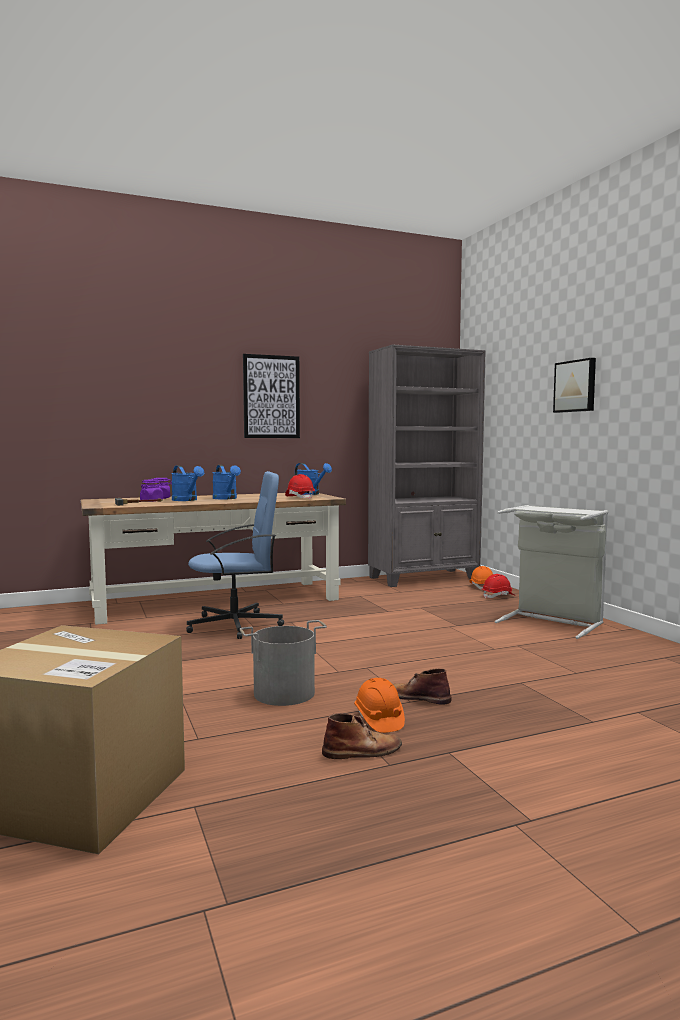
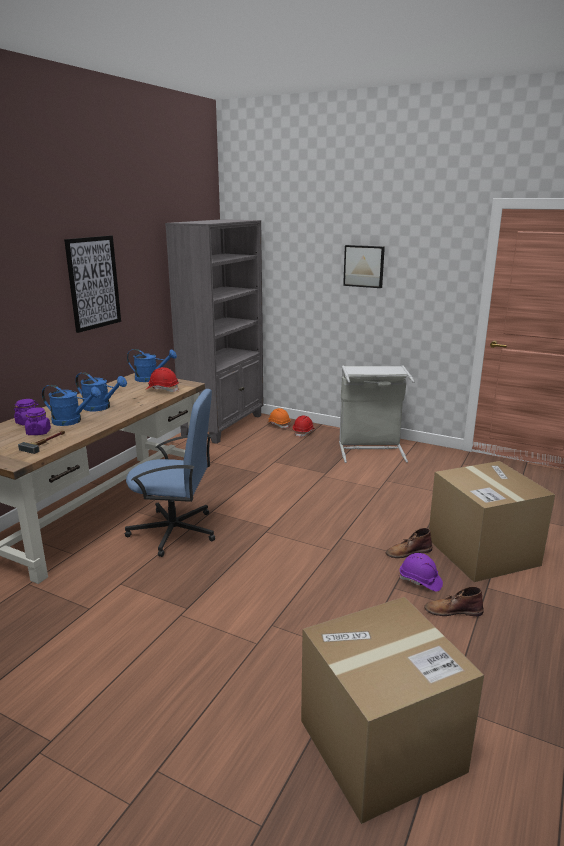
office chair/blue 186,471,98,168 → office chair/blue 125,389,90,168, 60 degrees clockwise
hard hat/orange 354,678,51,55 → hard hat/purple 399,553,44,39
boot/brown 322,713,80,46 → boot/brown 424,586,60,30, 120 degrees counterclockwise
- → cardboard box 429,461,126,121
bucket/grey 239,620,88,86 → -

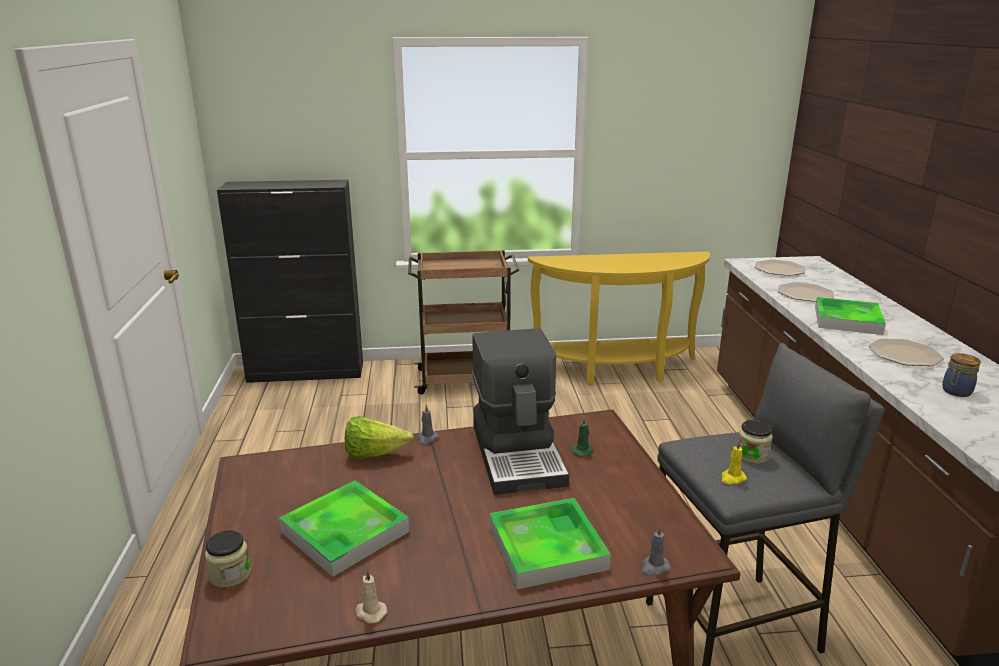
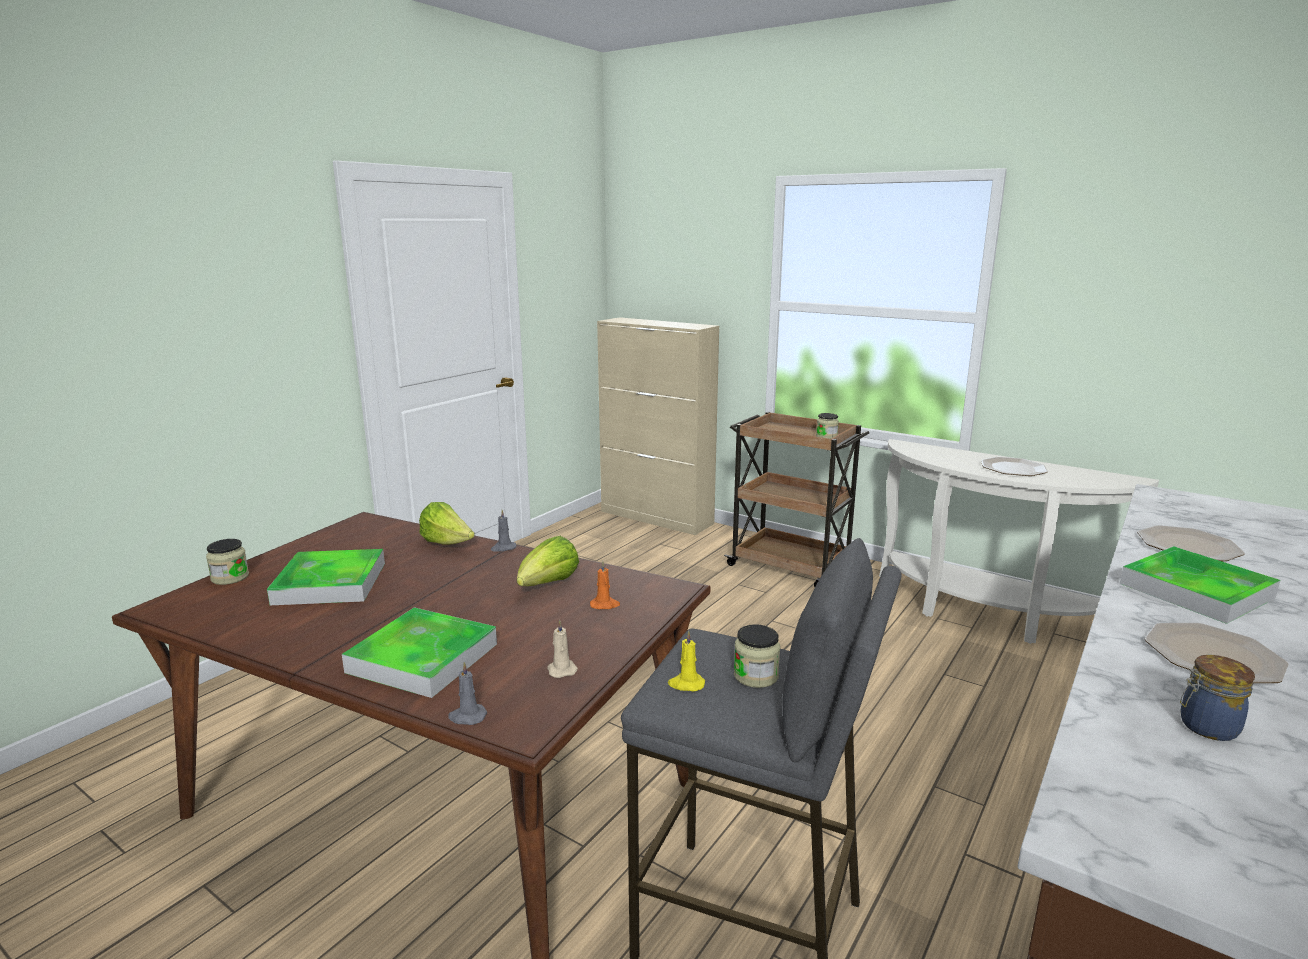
coffee machine 472,328,97,167 → lettuce 517,536,62,50
candle/beige 355,569,32,54 → candle/beige 547,620,31,58, relocated
candle/green 571,416,23,41 → candle/orange 590,561,30,48
cabinet/black 217,180,146,203 → cabinet/beige 597,317,122,218
- → jar 816,413,23,26
console table/yellow 528,251,182,134 → console table/white 879,439,280,205
plate 755,259,51,17 → plate 981,457,67,19, relocated

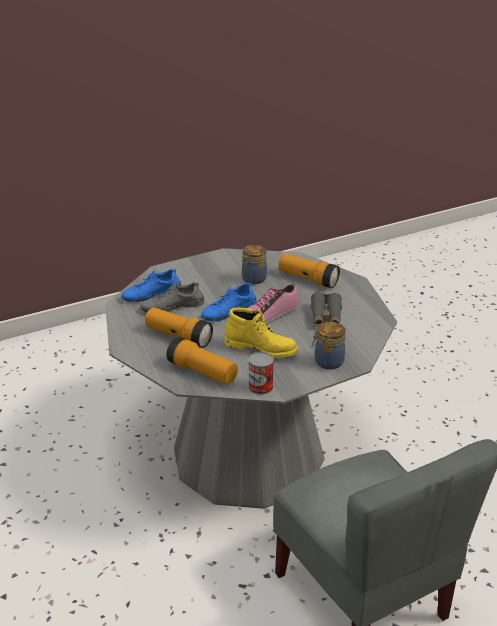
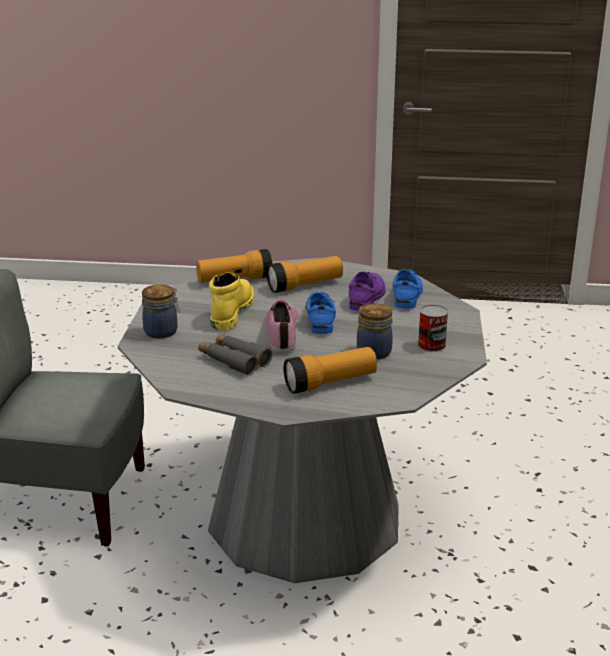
boot/yellow 224,308,74,50 → boot/yellow 209,272,45,58, 135 degrees clockwise
shoe/grey 140,282,64,31 → shoe/purple 349,271,36,40
can 248,352,26,43 → can 418,304,30,48, relocated

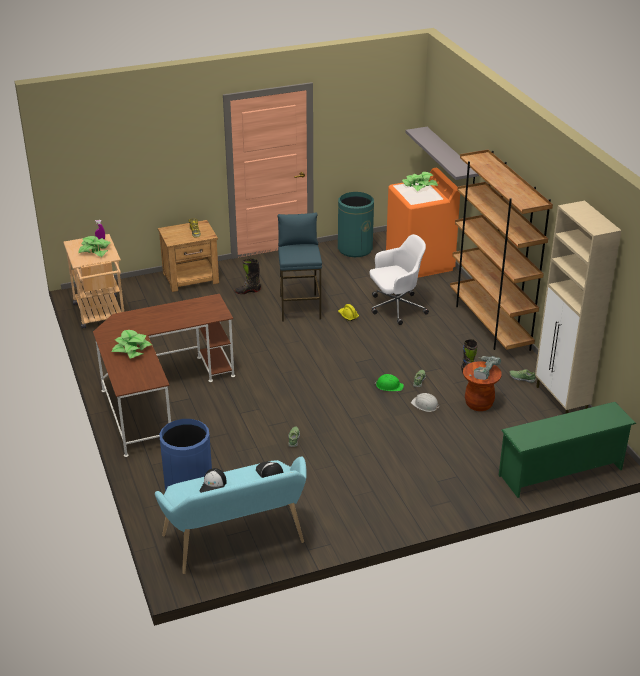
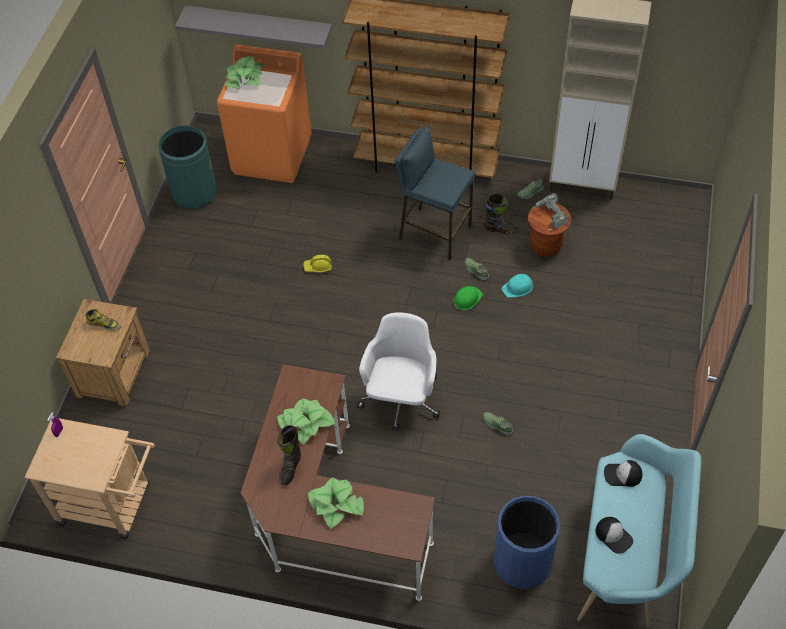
potted plant 78,236,33,21 → potted plant 277,399,58,46, relocated
boot/black 235,258,26,36 → boot/black 277,425,24,60, relocated
office chair/white 369,234,60,91 → office chair/white 358,312,82,118, relocated
stool/blue 277,212,45,109 → stool/blue 395,126,80,134, relocated
hard hat/white 411,393,29,19 → hard hat/turquoise 502,274,31,24
shoe rack/green 498,402,138,96 → -

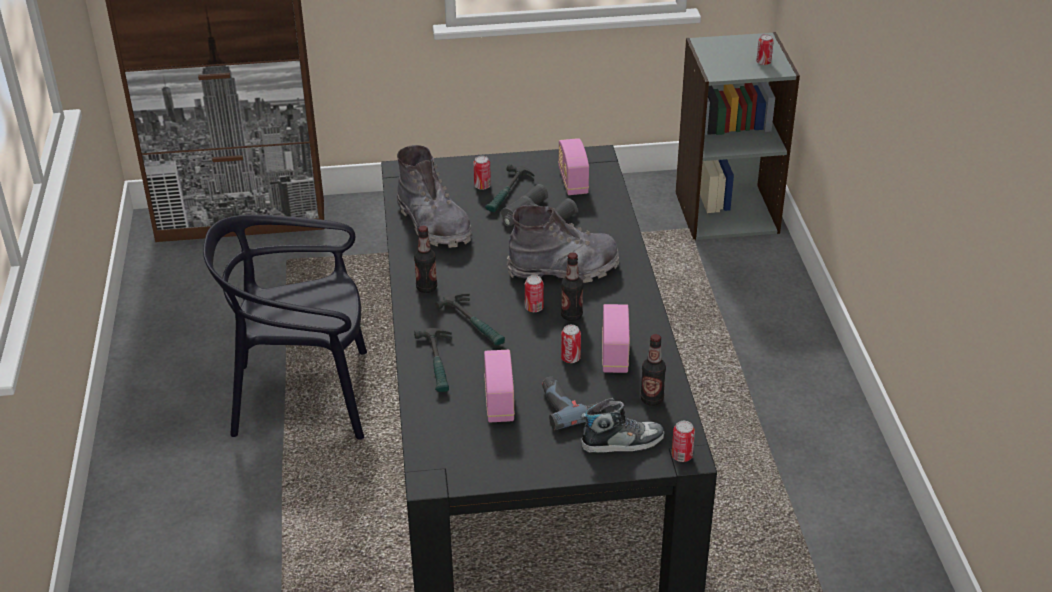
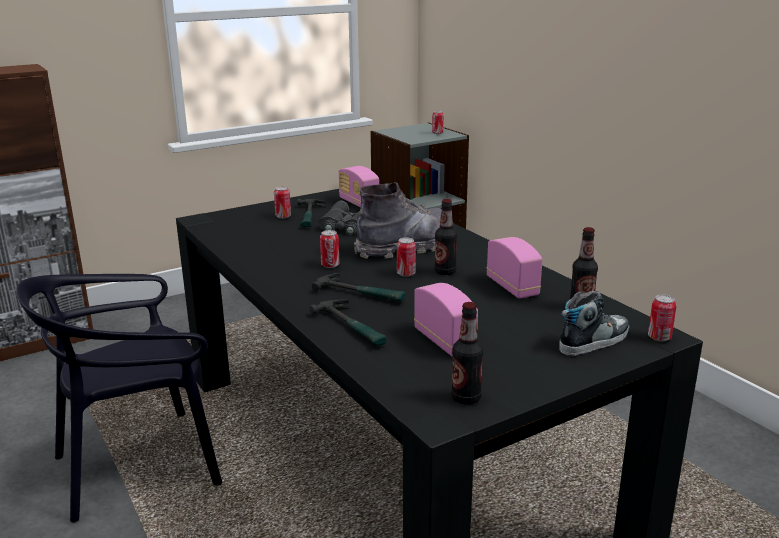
can 561,325,20,38 → can 320,230,19,38, relocated
bottle 414,226,23,67 → bottle 451,302,32,103, relocated
boot/grey 397,145,74,103 → -
power drill 542,376,58,54 → -

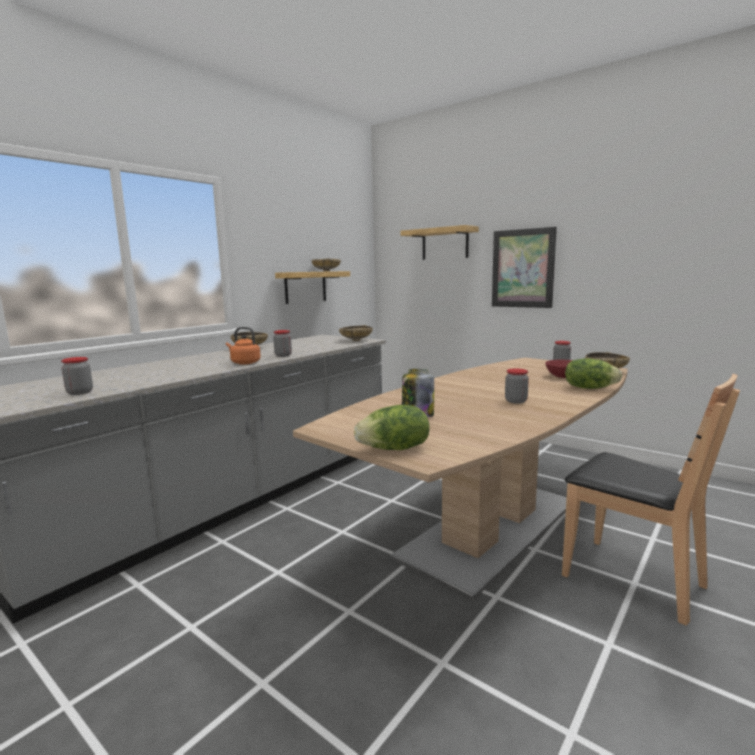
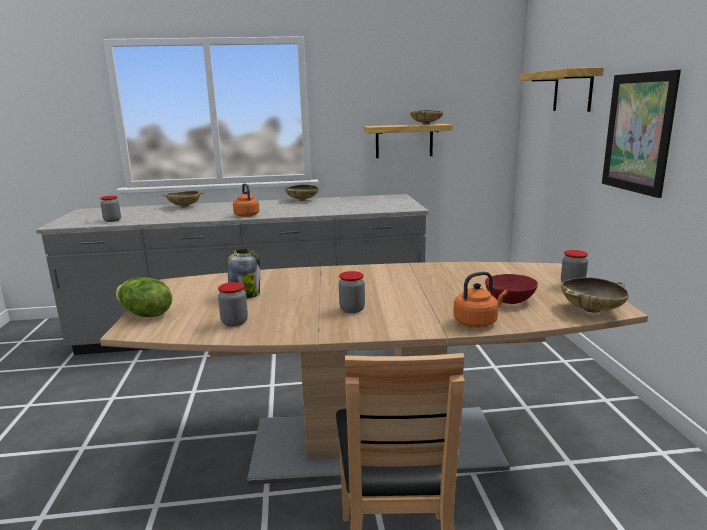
bowl/beige 339,325,34,16 → bowl/beige 162,191,42,17, relocated
jar 273,330,19,27 → jar 218,282,30,45, relocated
lettuce 565,358,57,31 → kettle/orange 453,272,54,55

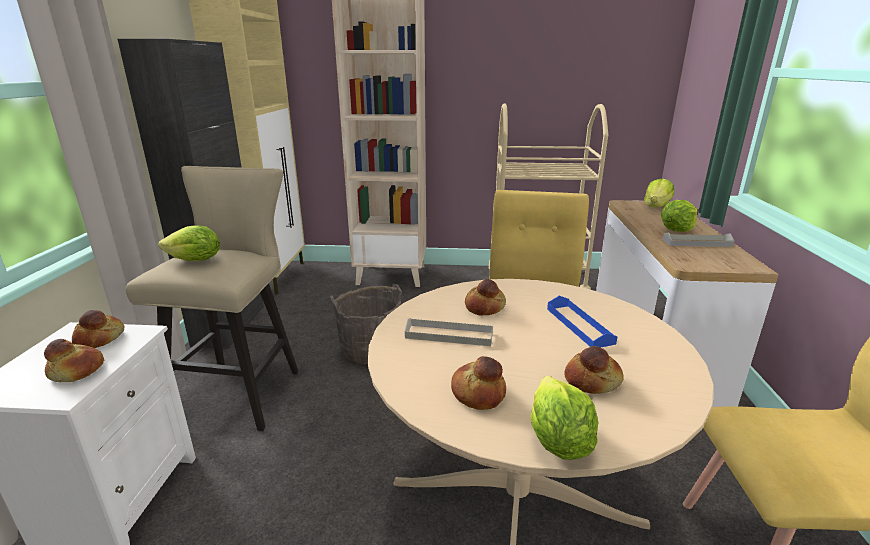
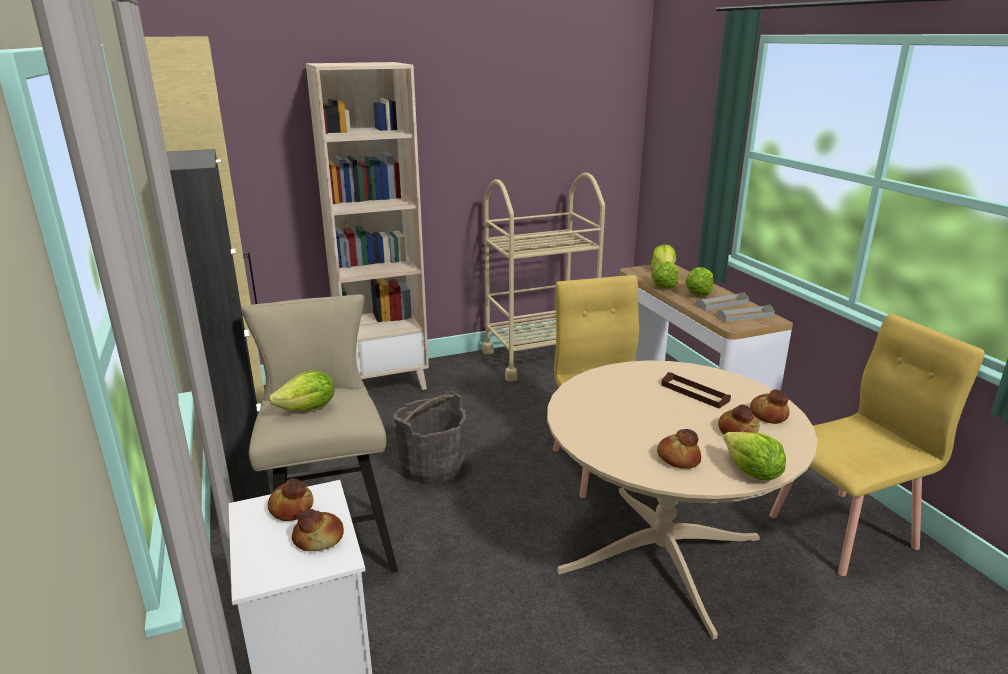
- → lettuce 651,261,28,27
tray/blue 547,296,70,52 → tray/brown 661,372,70,37
tray/grey 405,318,88,28 → tray/grey 717,305,58,17, relocated
bread 465,279,41,37 → bread 750,389,40,35, relocated

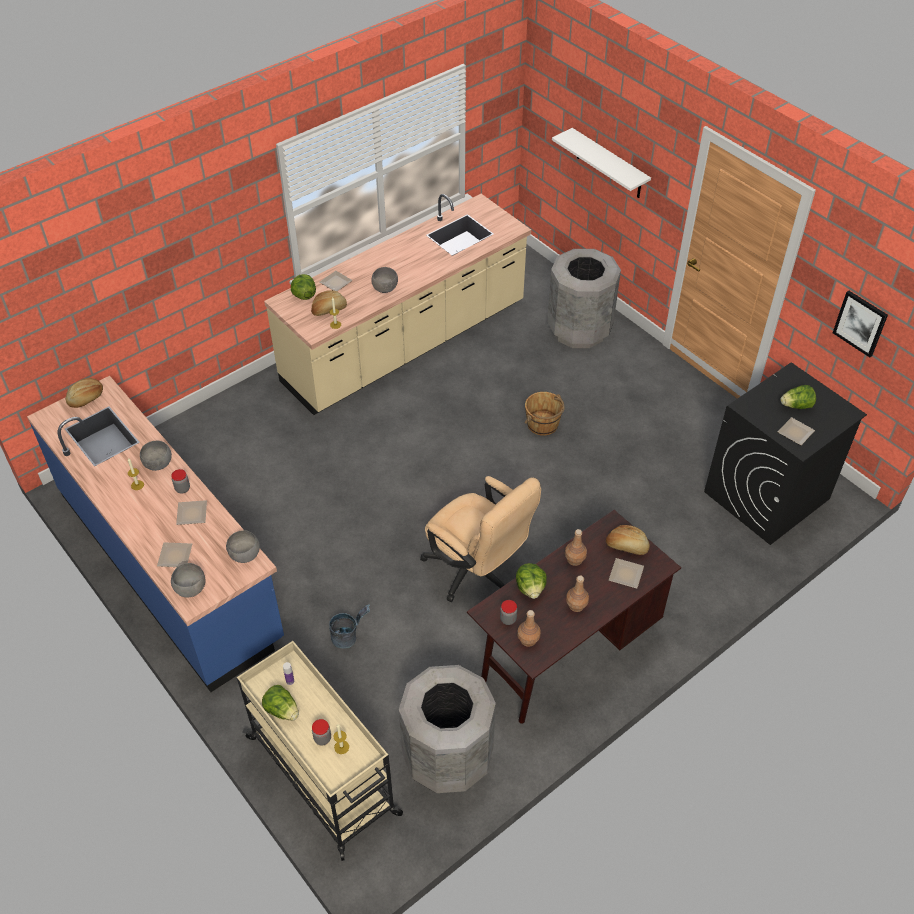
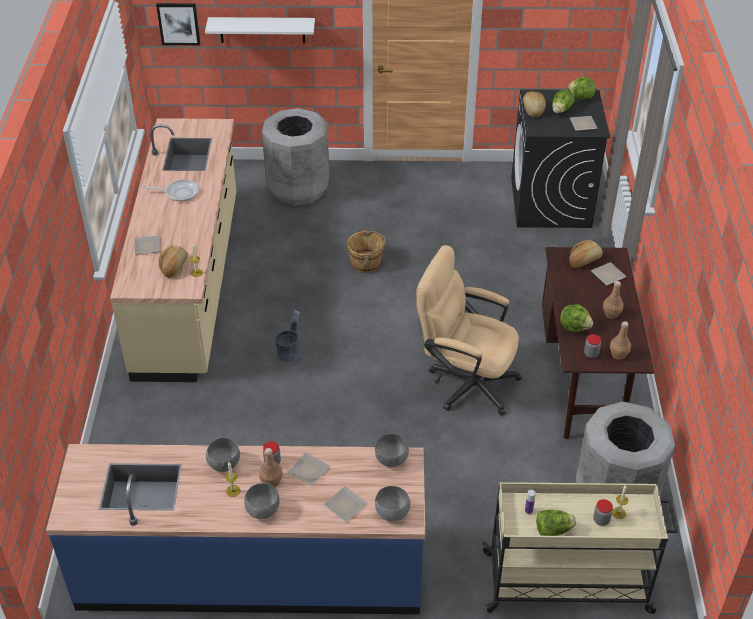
- → frying pan 142,180,57,22
picture 833,291,55,66 → picture 156,3,44,42, relocated
bowl/grey 372,267,26,26 → bowl/grey 244,483,36,36, relocated
bottle/brown 565,529,22,37 → bottle/brown 259,448,24,39, relocated
bucket/grey 329,604,41,45 → bucket/grey 275,310,25,52, relocated
office chair/beige 420,476,121,126 → office chair/beige 416,245,106,171, 150 degrees counterclockwise
bread 66,378,37,30 → bread 523,91,23,26, relocated
lettuce 291,274,25,26 → lettuce 568,77,28,23, relocated

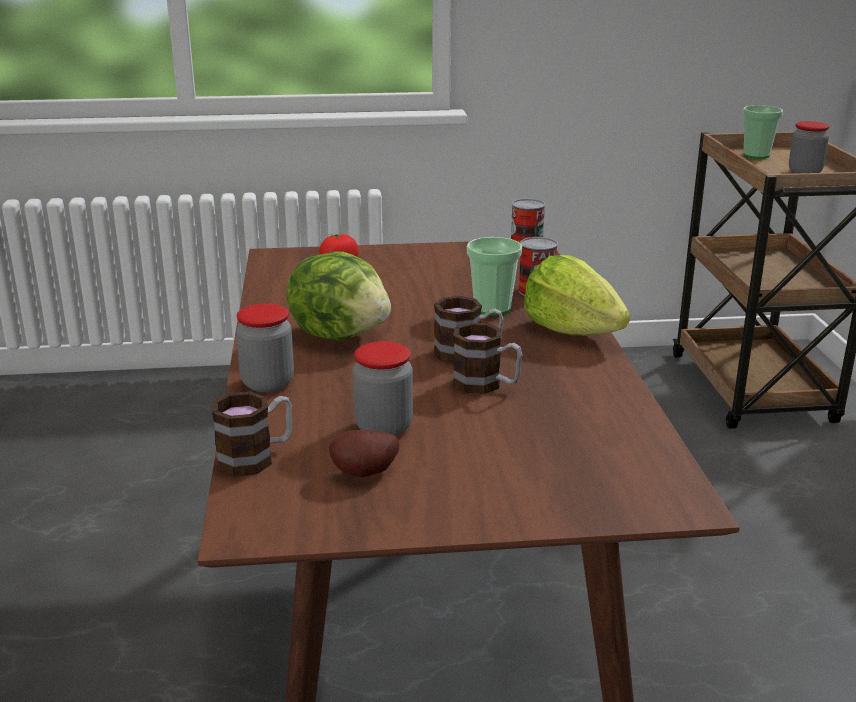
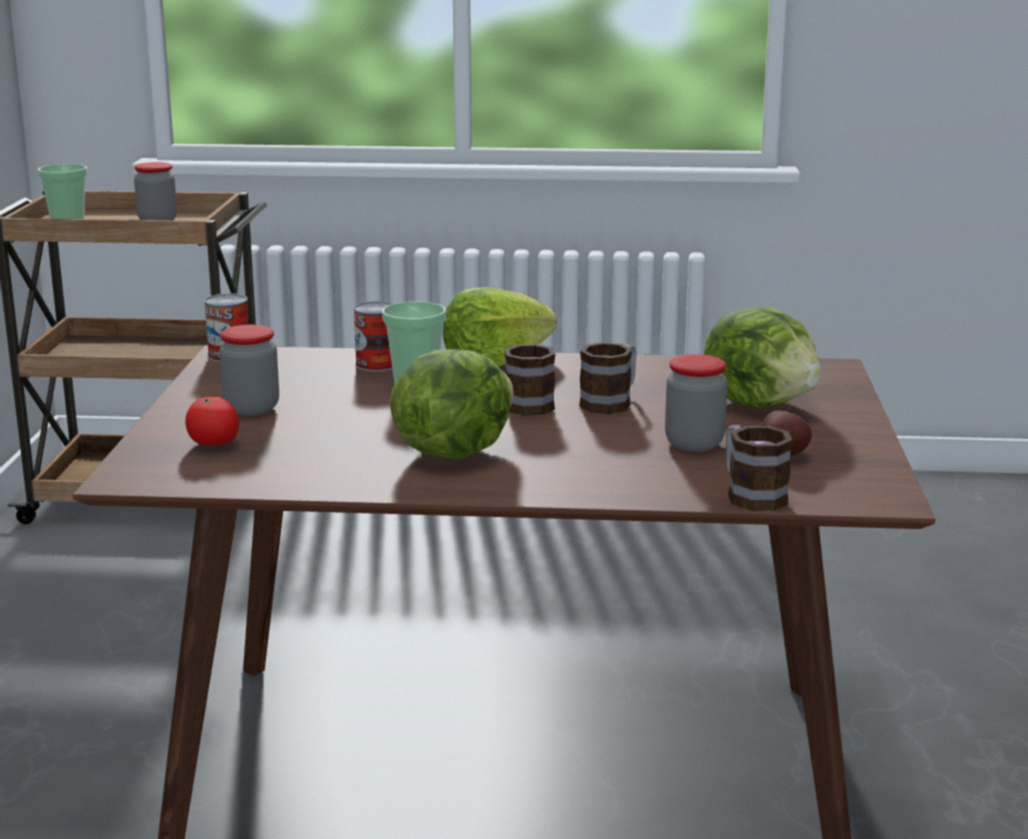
jar 236,303,58,89 → jar 219,325,60,91, relocated
- → lettuce 704,307,118,101

